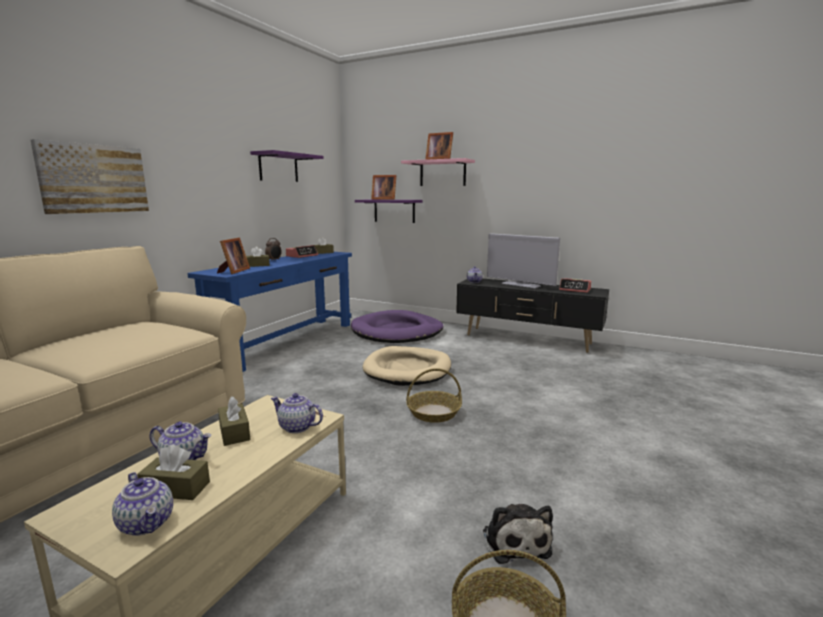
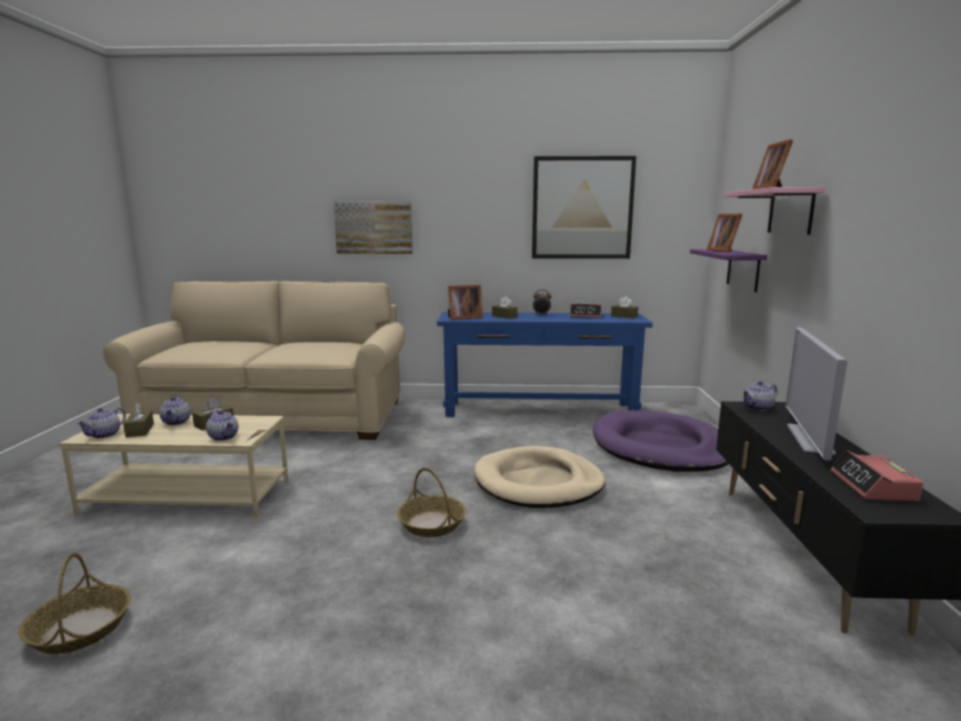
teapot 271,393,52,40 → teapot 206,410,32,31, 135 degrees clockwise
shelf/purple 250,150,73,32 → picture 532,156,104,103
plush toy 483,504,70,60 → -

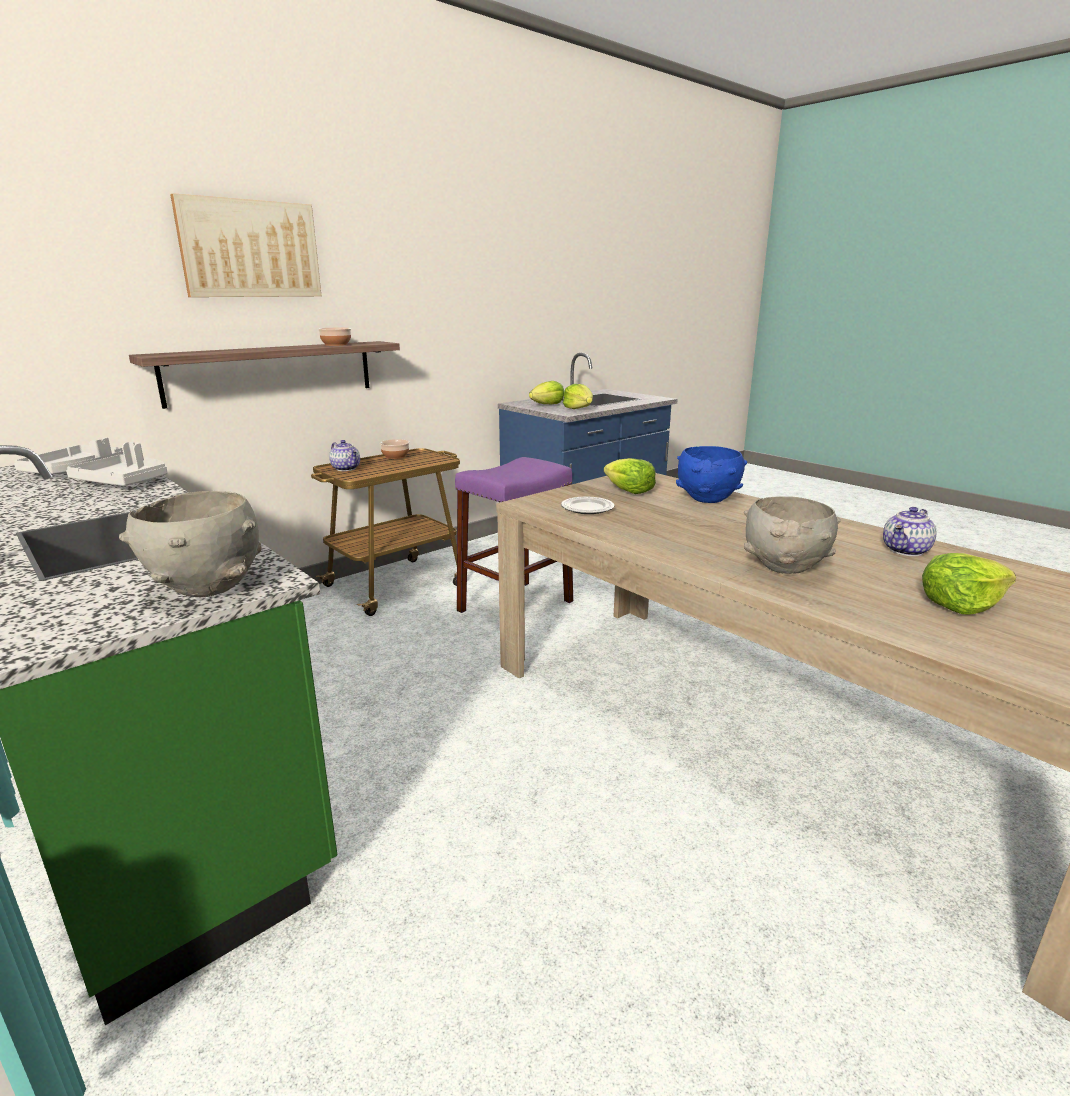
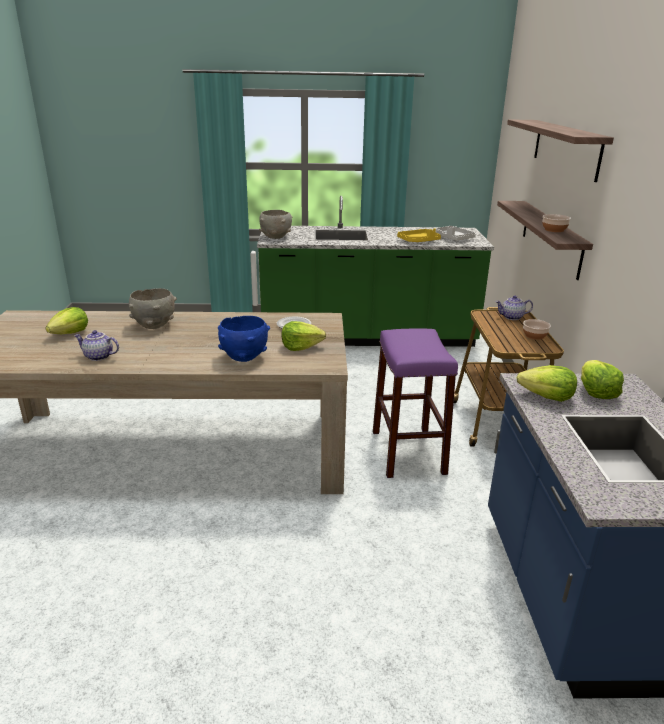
teapot 883,507,53,49 → teapot 74,330,45,31, 75 degrees counterclockwise
tray/grey 66,442,101,44 → tray/yellow 397,228,44,14
picture 170,193,151,104 → shelf 507,119,107,63

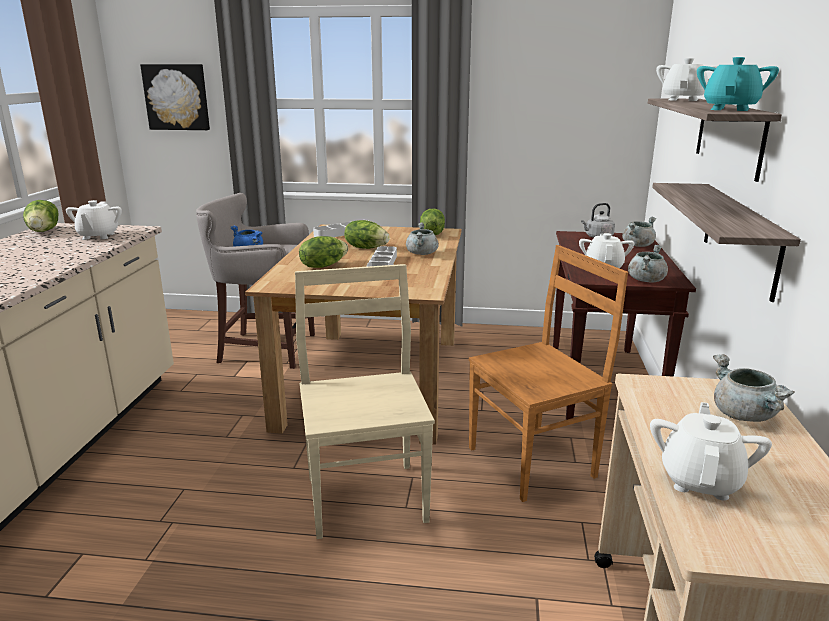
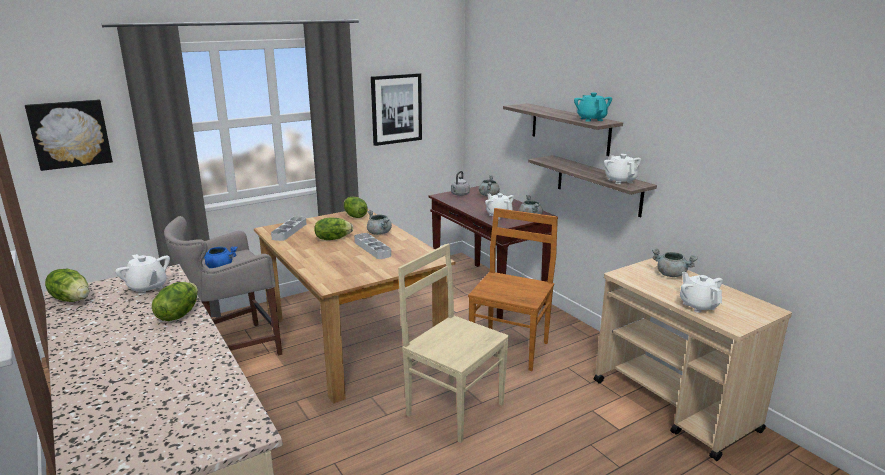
lettuce 299,236,49,32 → lettuce 152,282,46,39, relocated
- → picture 371,73,51,73
teapot/white 656,58,62,43 → teapot/white 604,154,37,30, relocated

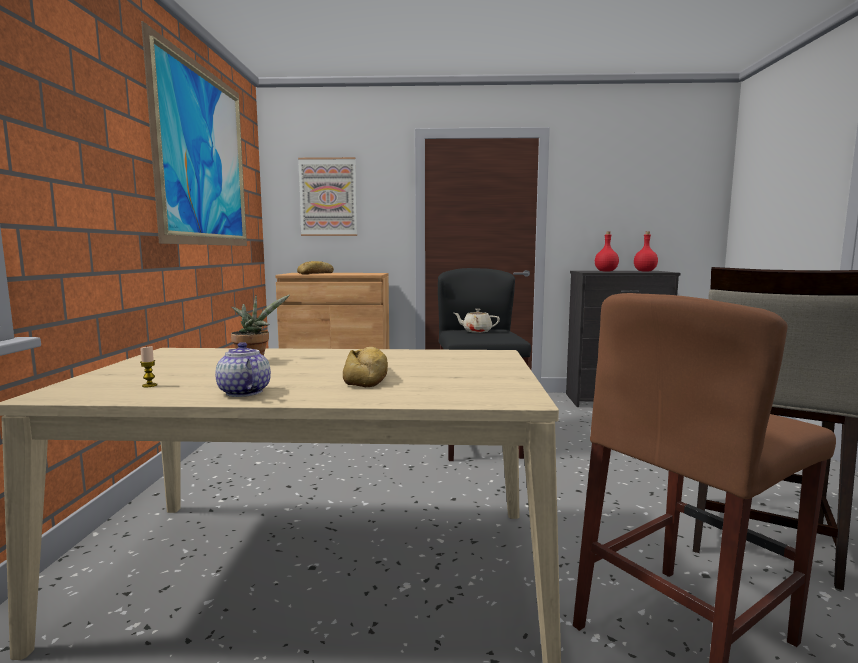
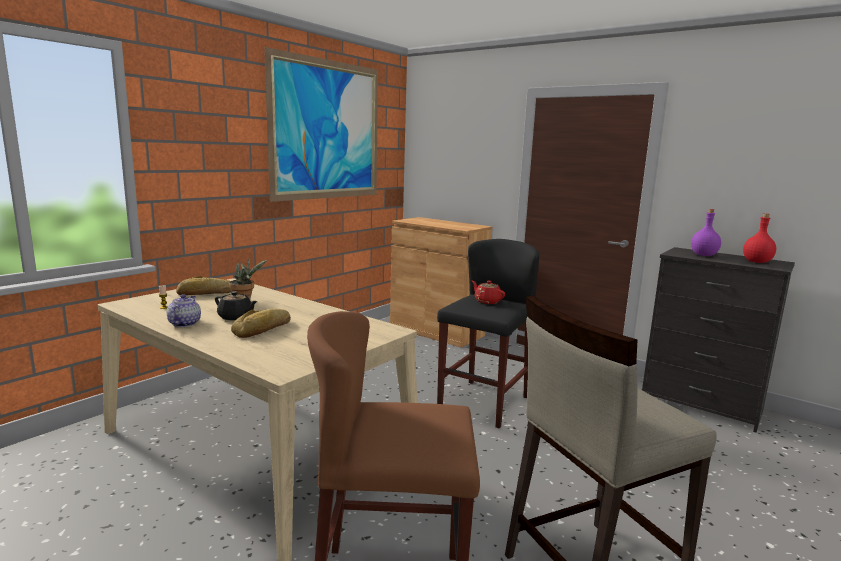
bread 297,261,37,13 → bread 176,276,56,19, relocated
- → teapot/black 215,291,42,30
teapot/beige 454,309,46,24 → teapot/red 472,281,33,23
bottle/red 595,231,24,41 → bottle/purple 691,209,30,47
picture 298,157,59,79 → -

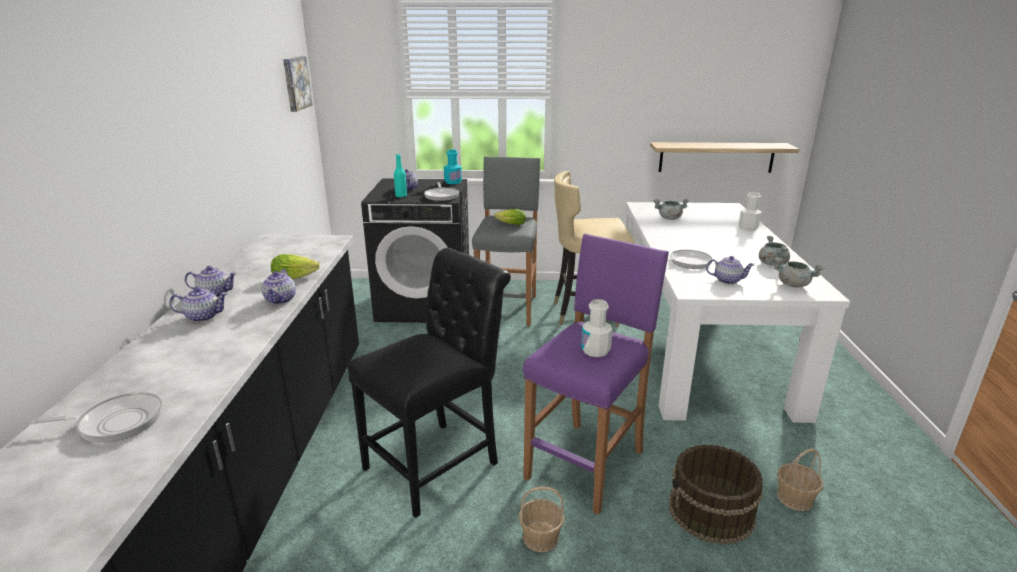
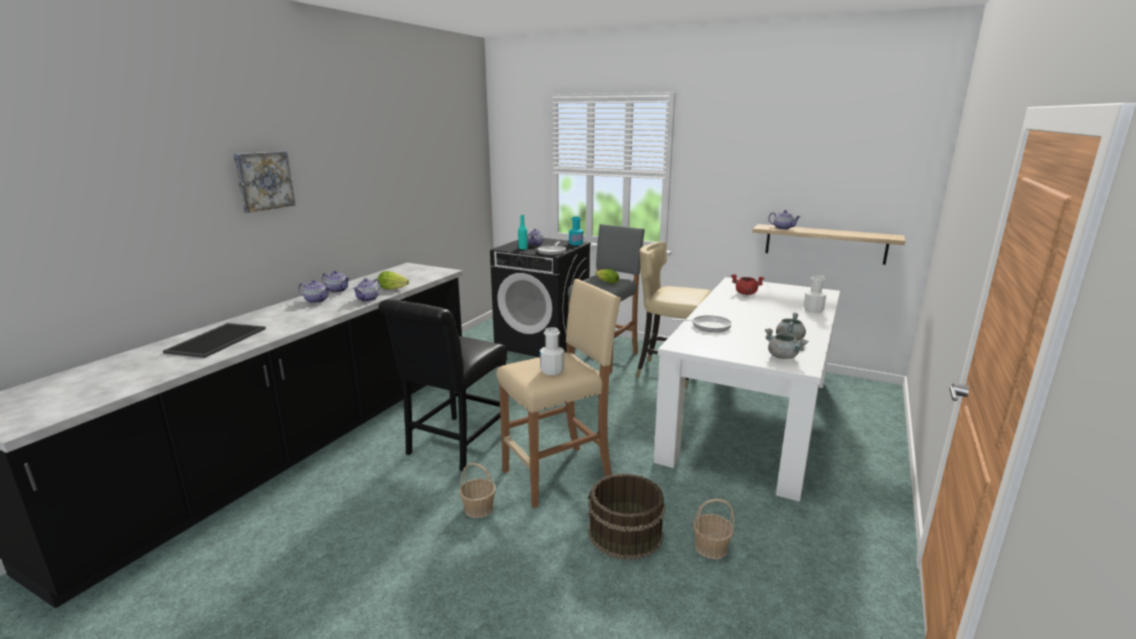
frying pan 32,392,130,51 → tray 163,323,103,35
picture 283,56,30,56 → picture 233,151,62,62, relocated
chair/black 347,248,164,270 → chair/black 379,299,128,172, 135 degrees clockwise
stool/purple 523,233,146,282 → stool/beige 497,279,124,229
cooking pot/grey 654,199,35,21 → cooking pot/red 731,274,33,21
teapot 706,256,49,28 → teapot 768,210,33,20, relocated

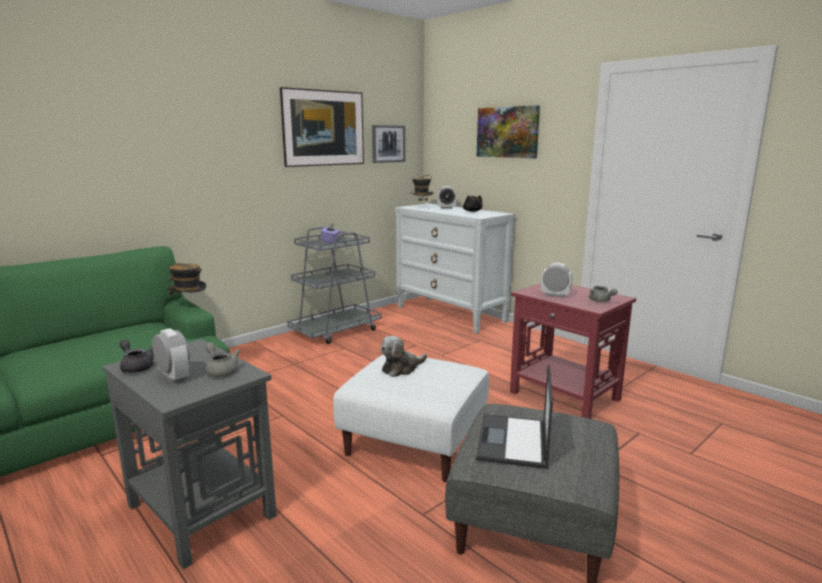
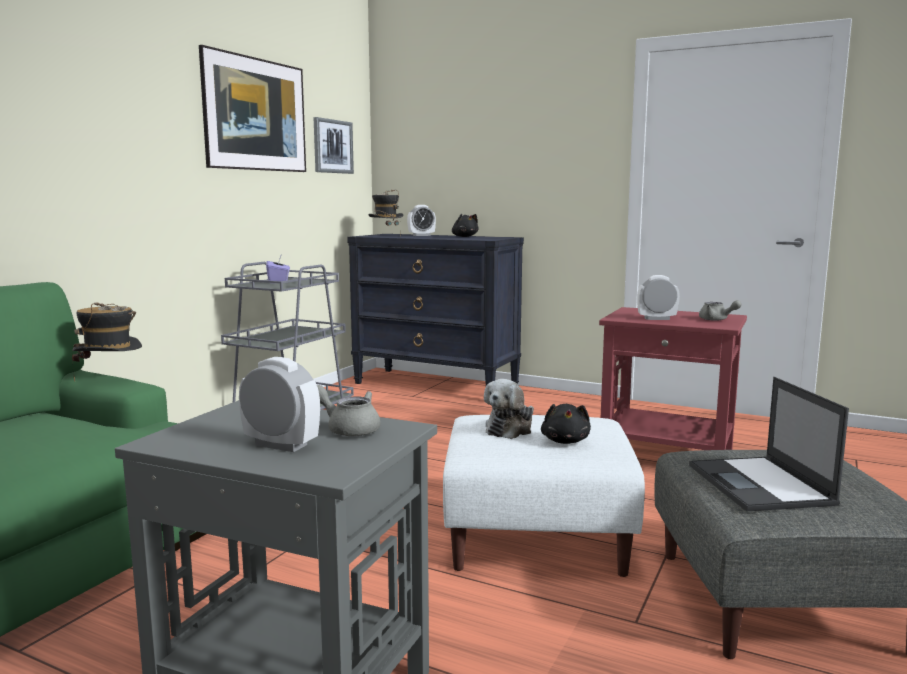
dresser/white 395,203,120,131 → dresser/black 347,234,177,151
- → plush toy/black 541,404,50,40
teapot/grey 120,340,34,33 → -
picture 477,105,63,53 → -

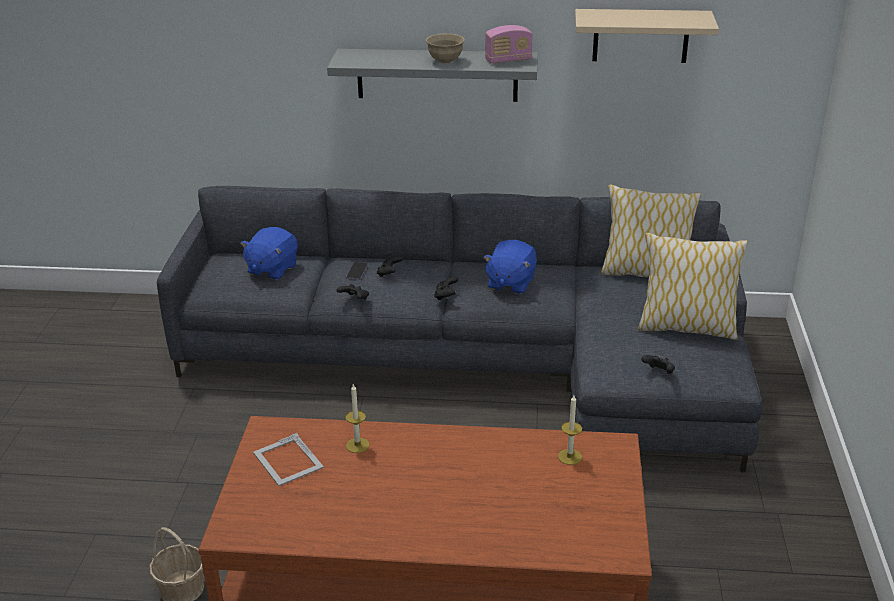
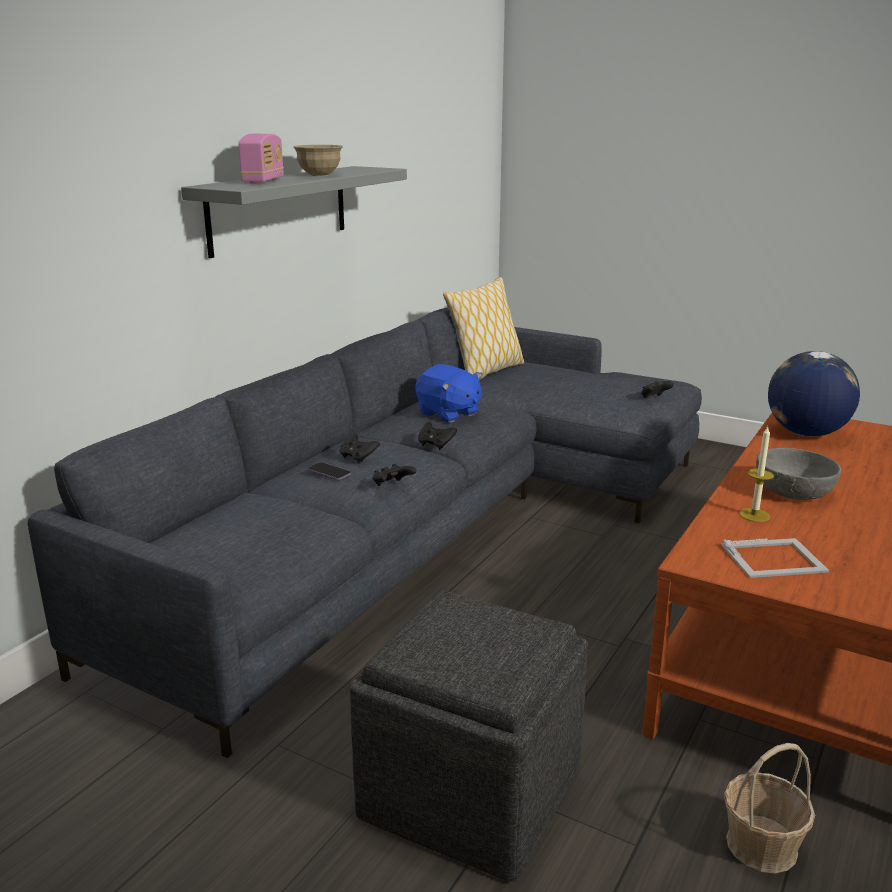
radio 485,25,48,39 → radio 238,134,46,50, relocated
- → ottoman/grey 349,590,239,292
- → bowl/grey 756,448,85,52
candle 558,395,24,70 → globe 768,351,92,85
plush toy/blue 240,227,58,53 → -
shelf/beige 575,9,144,54 → -
pillow 638,233,110,107 → -

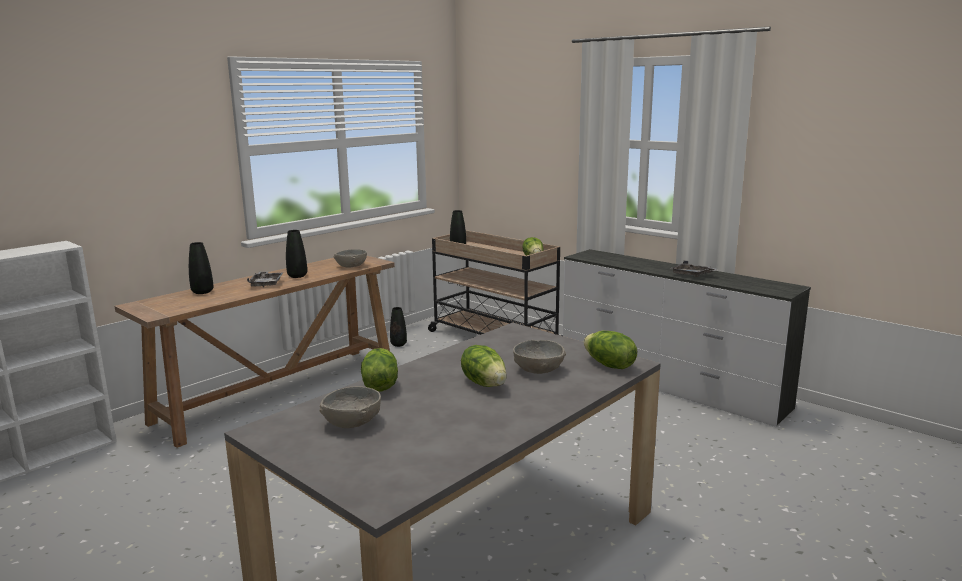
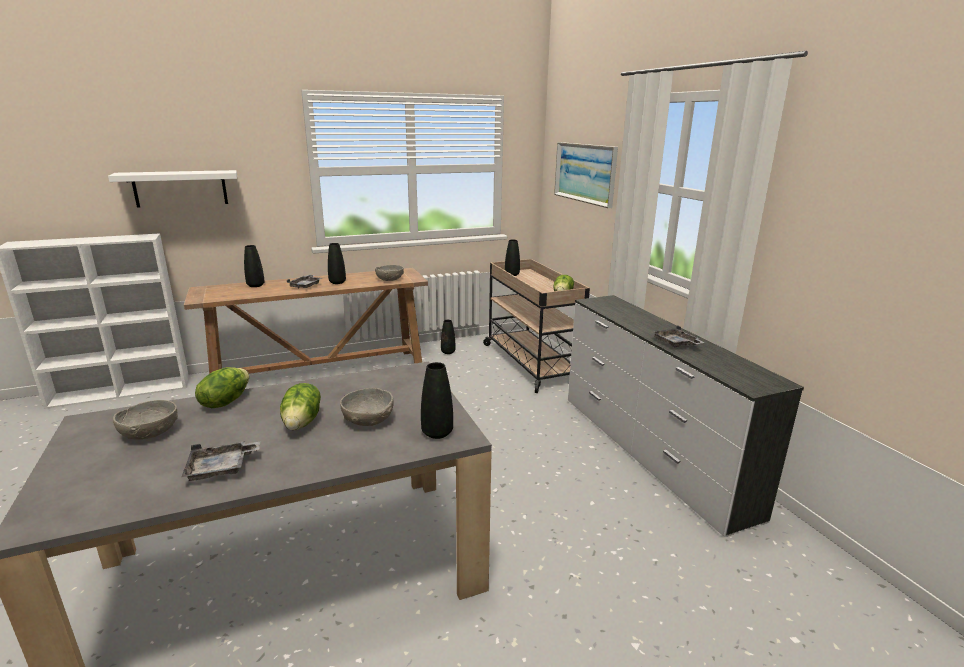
- → shelf/white 108,170,129,38
- → tray/grey 181,441,79,40
lettuce 584,331,53,38 → vase/black 421,362,32,77
- → picture 554,142,64,66

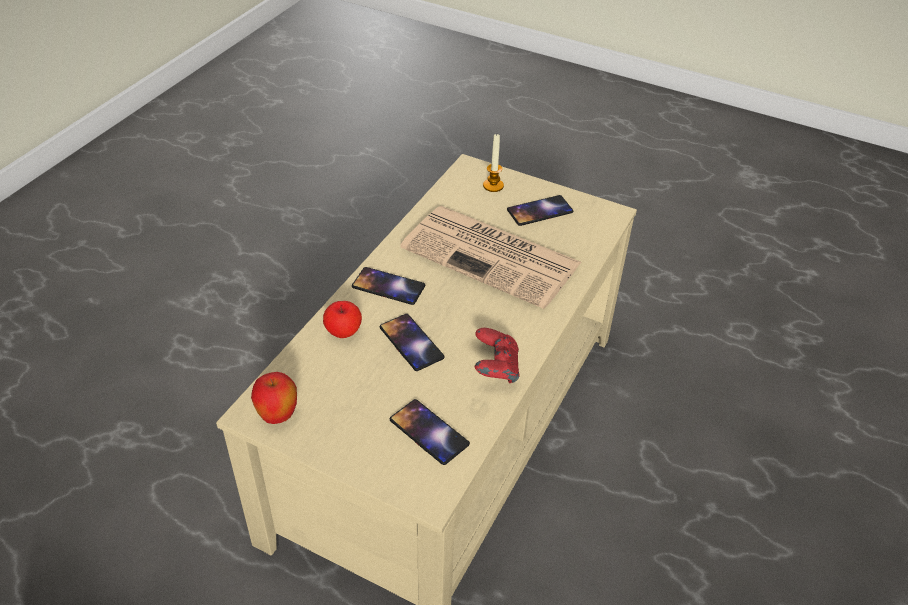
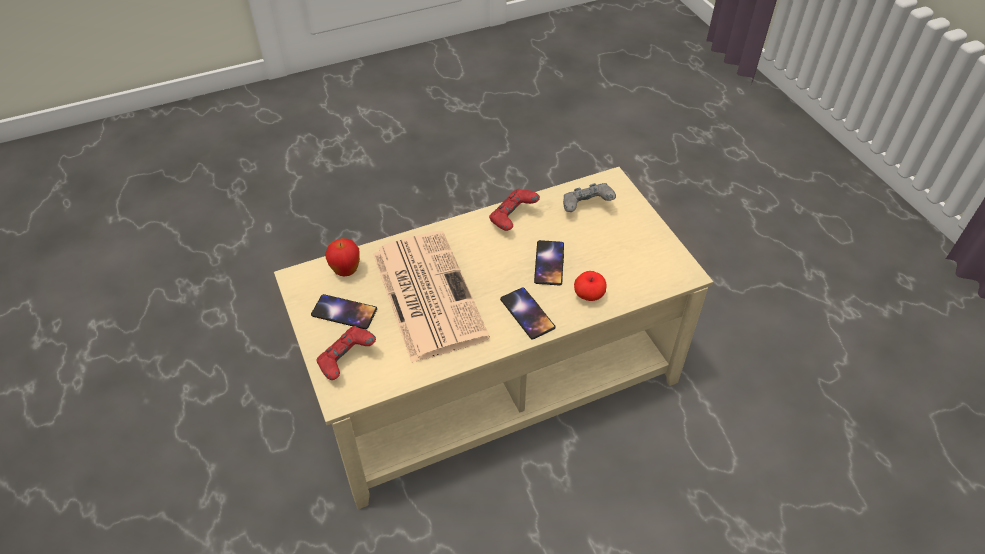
candle 483,134,21,58 → game controller/red 316,326,60,54
apple 251,372,46,52 → apple 325,238,35,38, relocated
phone 390,399,80,66 → game controller/grey 563,183,53,29

